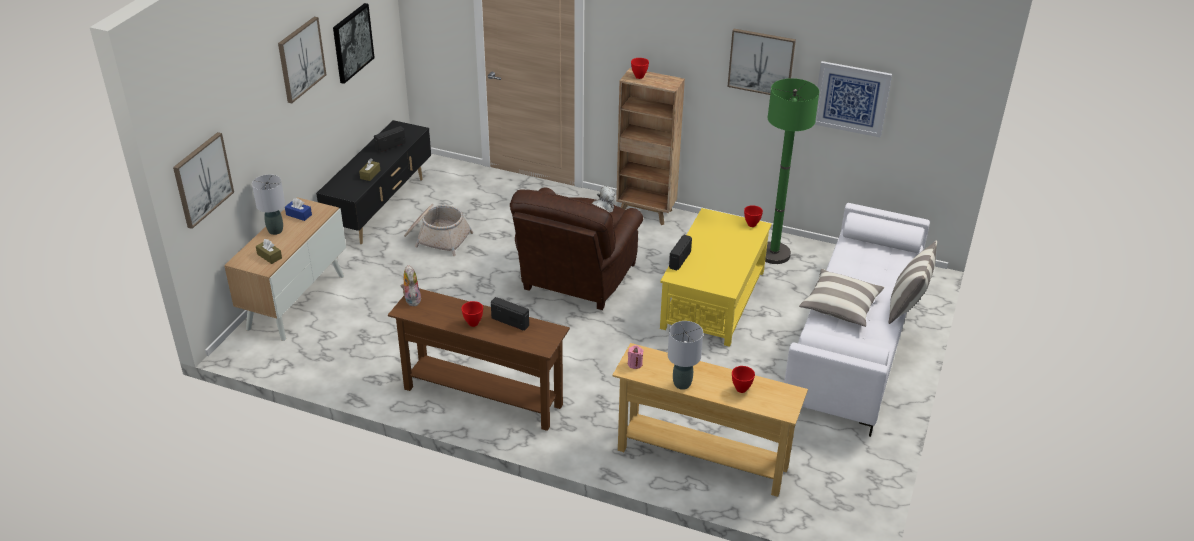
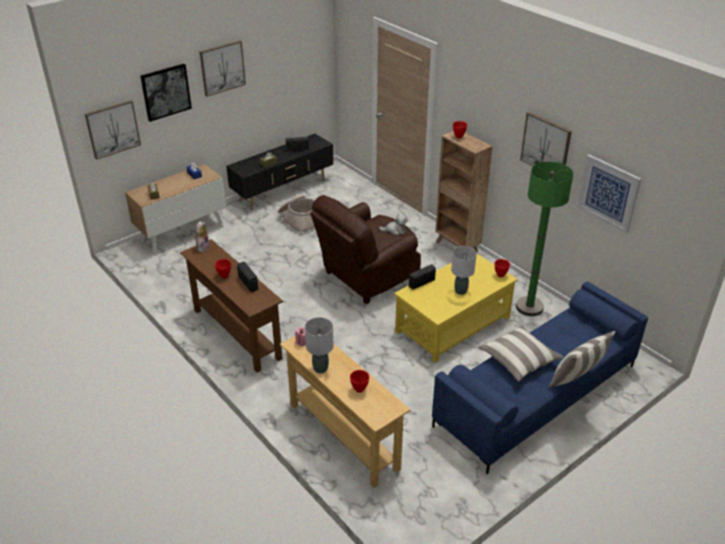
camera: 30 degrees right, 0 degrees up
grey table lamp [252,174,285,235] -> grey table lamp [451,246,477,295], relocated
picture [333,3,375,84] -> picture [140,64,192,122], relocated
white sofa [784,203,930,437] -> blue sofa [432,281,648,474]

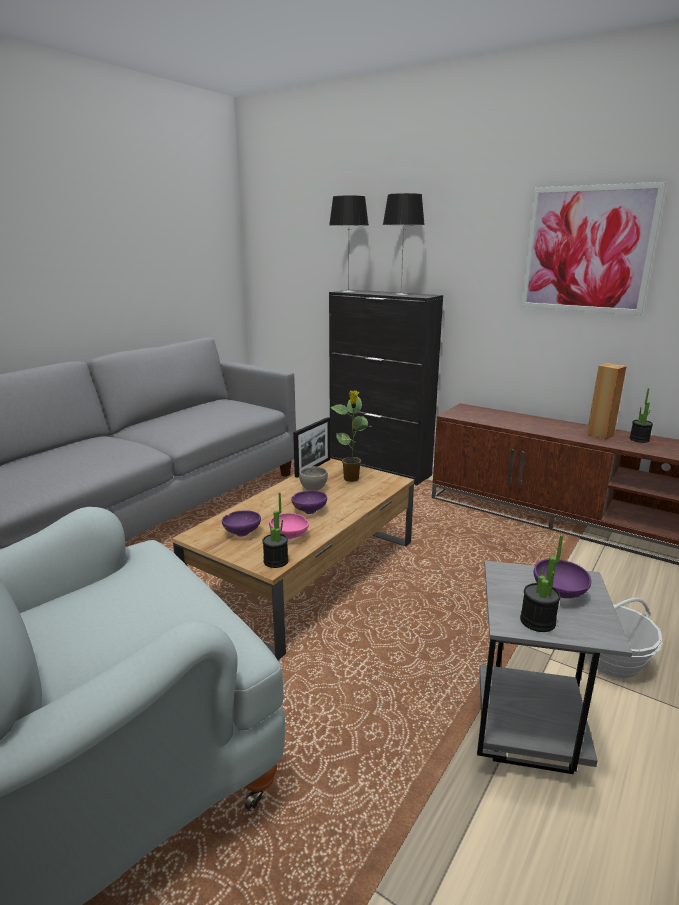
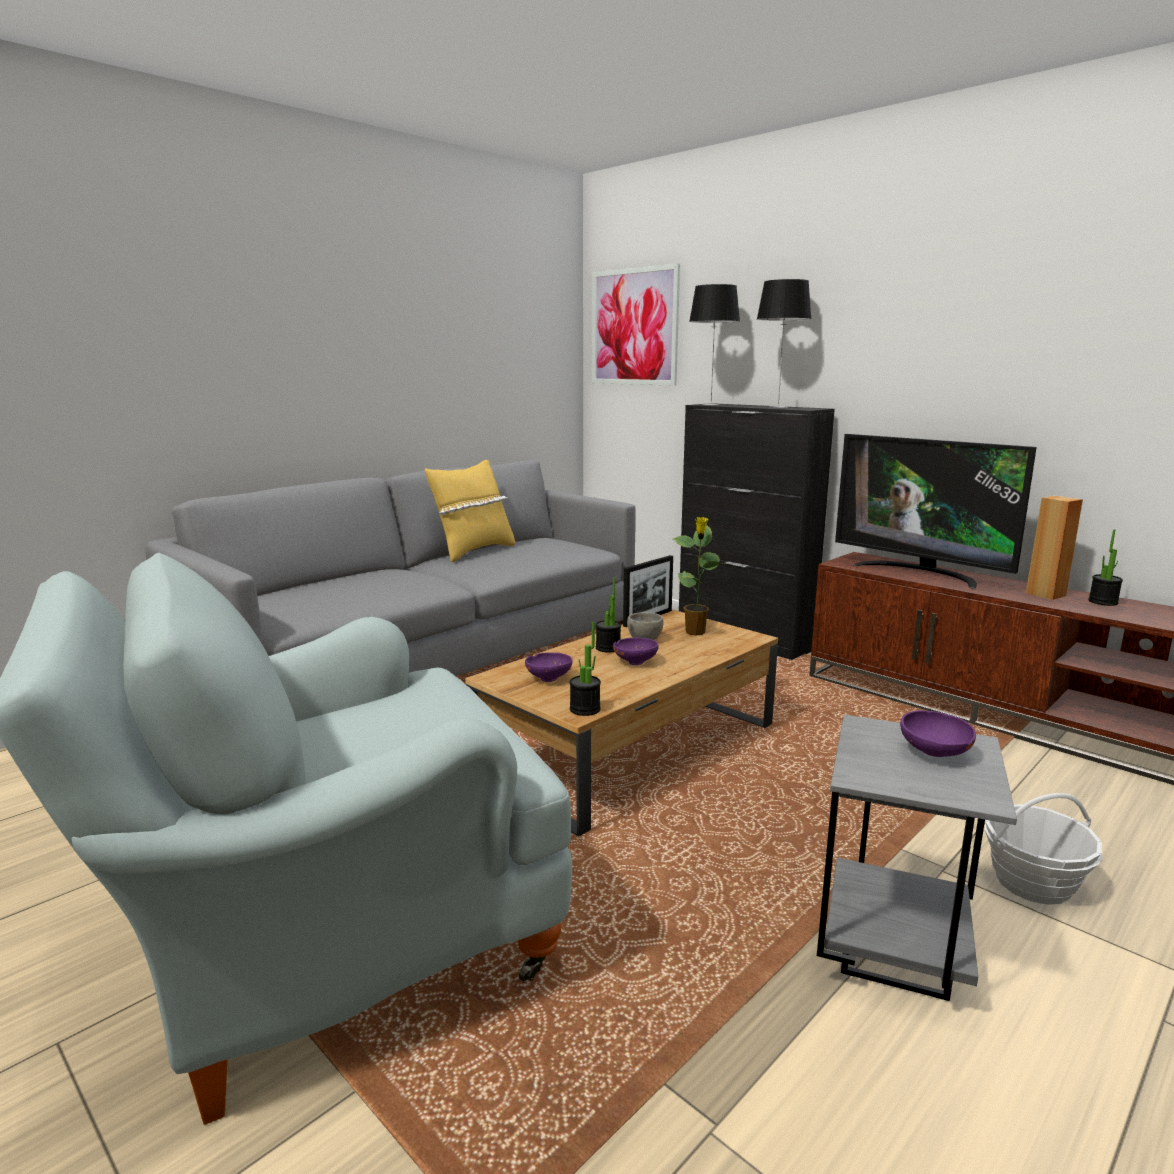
camera: 10 degrees right, 5 degrees down
pink bowl [270,513,309,539] -> none
none -> yellow pillow [425,460,515,563]
none -> television [835,434,1037,589]
potted plant [520,535,563,632] -> potted plant [596,577,621,652], relocated
picture [521,182,666,315] -> picture [592,264,680,386], relocated

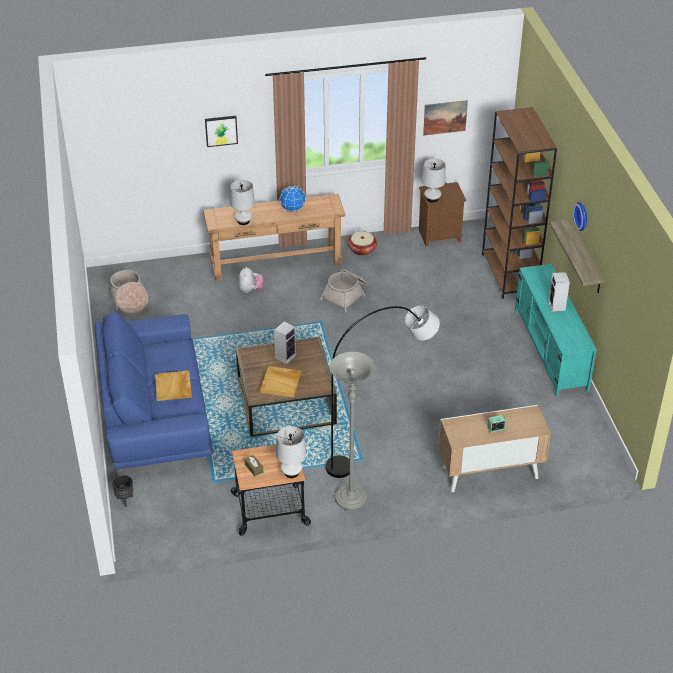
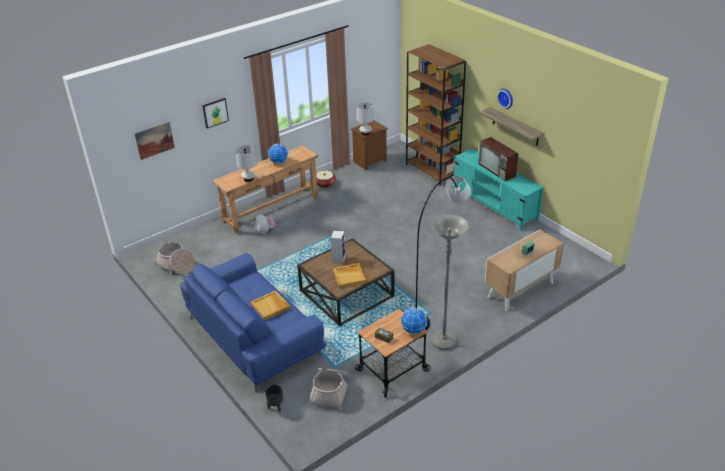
camera: 25 degrees left, 5 degrees down
basket [320,269,369,312] -> basket [309,368,349,411], relocated
picture [423,100,468,136] -> picture [134,122,175,160], relocated
white table lamp [276,426,306,478] -> globe [401,308,427,334]
speaker [548,272,570,312] -> television [478,137,518,181]

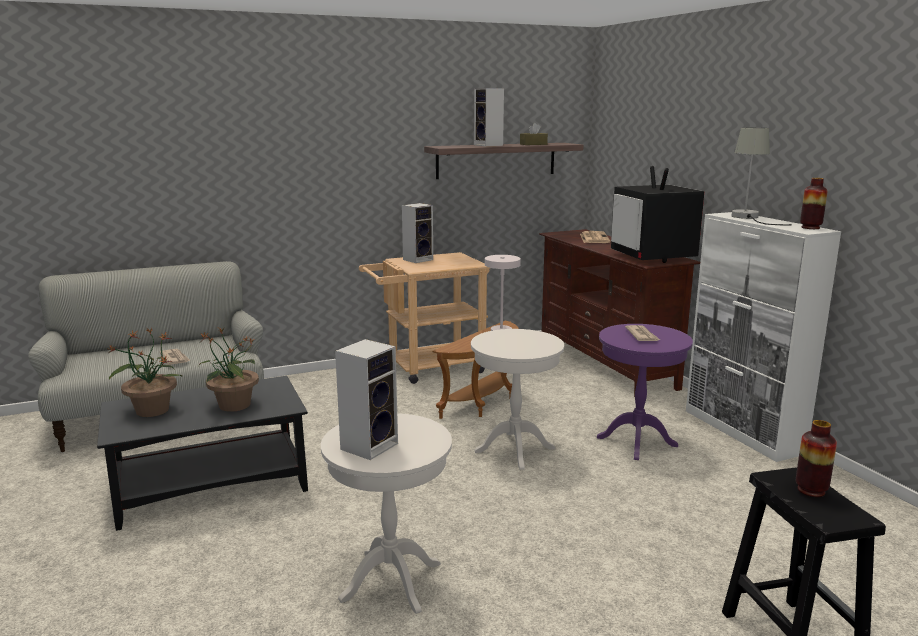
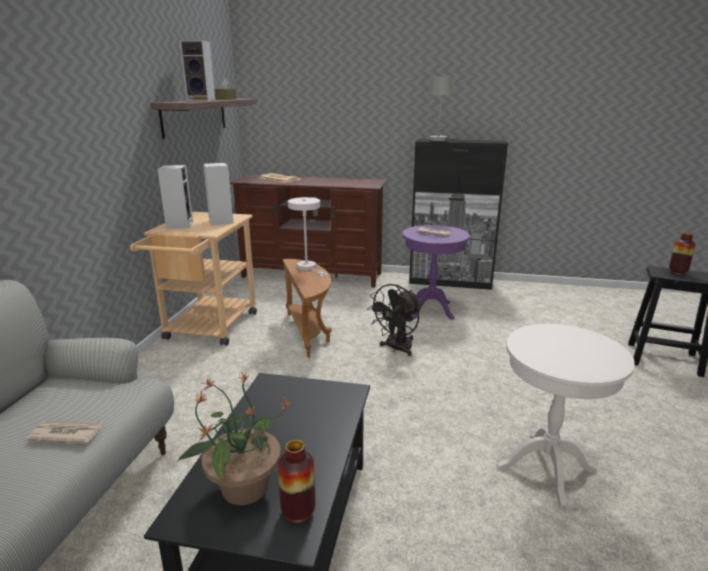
camera: 55 degrees left, 5 degrees up
potted plant [198,328,259,412] -> none
television [611,166,705,263] -> none
speaker [335,339,398,460] -> speaker [203,163,234,225], relocated
vase [800,178,828,229] -> vase [278,440,315,524], relocated
white side table [471,329,564,470] -> black fan [367,284,421,356]
white cabinet [686,212,841,462] -> black cabinet [409,139,508,290]

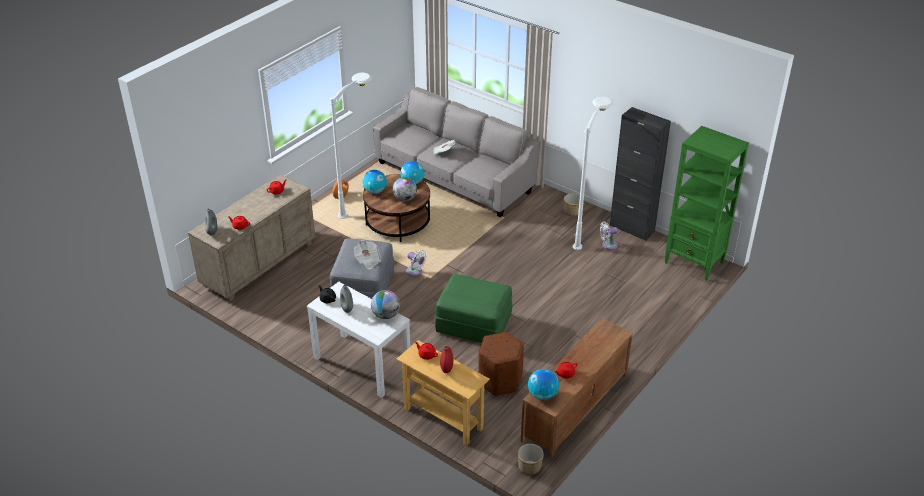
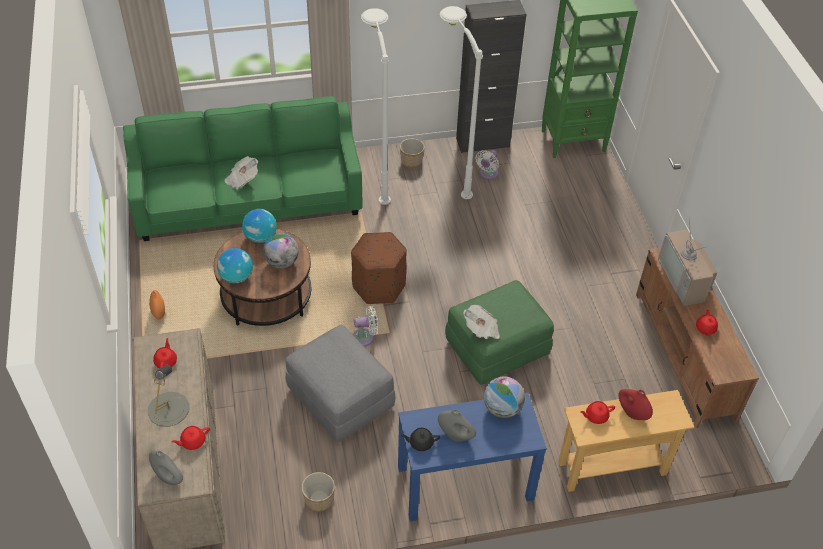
camera: 50 degrees left, 10 degrees up
globe [528,369,559,400] -> none
none -> grey table lamp [148,365,189,427]
none -> television [658,216,717,306]
white floor lamp [330,73,372,219] -> white floor lamp [361,8,391,205], relocated
newspaper [354,240,381,269] -> newspaper [463,305,500,339], relocated
brown ottoman [478,332,524,396] -> brown ottoman [351,232,407,304], relocated
planter [518,444,544,475] -> planter [302,472,335,512], relocated
white console table [307,282,410,398] -> blue console table [398,393,547,521]
grey sofa [373,87,541,217] -> green sofa [123,96,363,241]

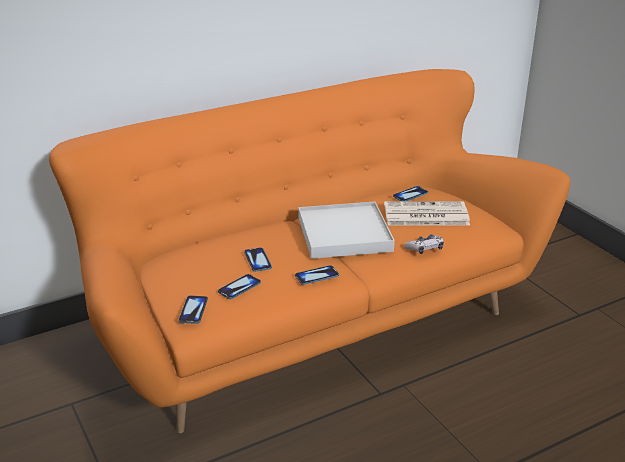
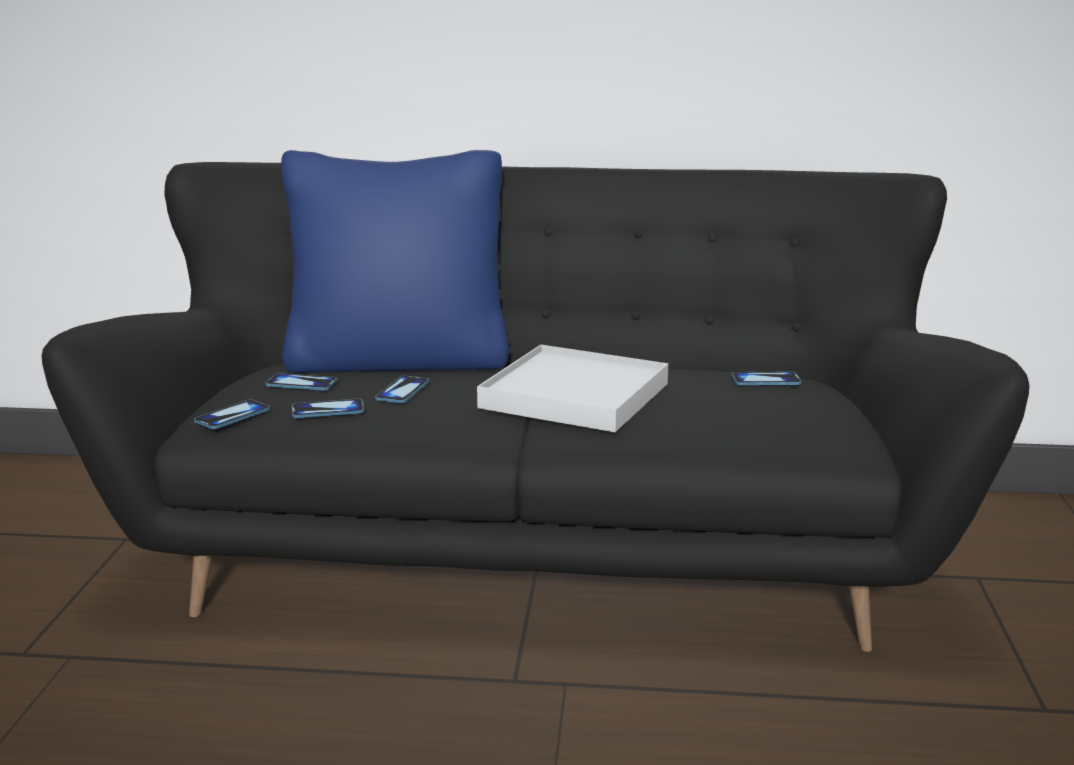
camera: 35 degrees right, 10 degrees down
newspaper [384,201,470,226] -> none
game controller [404,234,444,254] -> none
none -> blue pillow [281,150,509,373]
phone [295,265,339,285] -> phone [265,373,338,391], relocated
orange sofa [49,69,570,433] -> black sofa [42,162,1029,652]

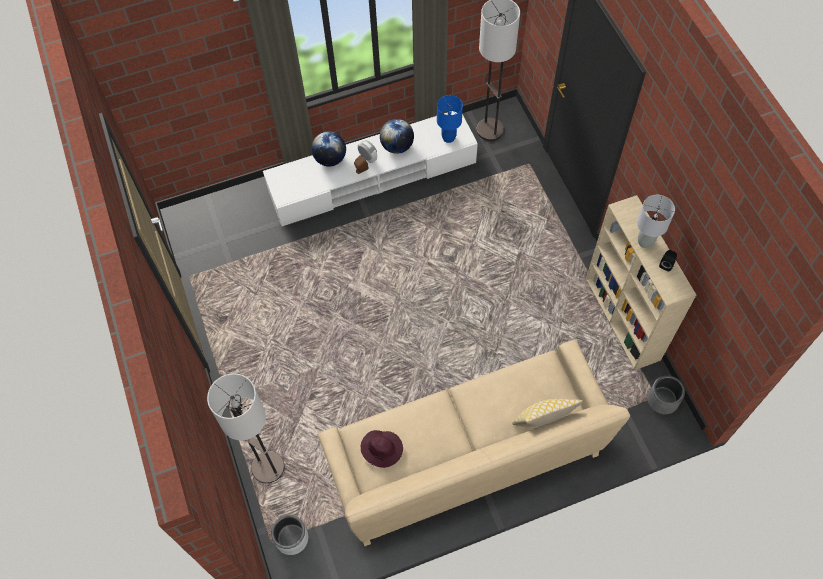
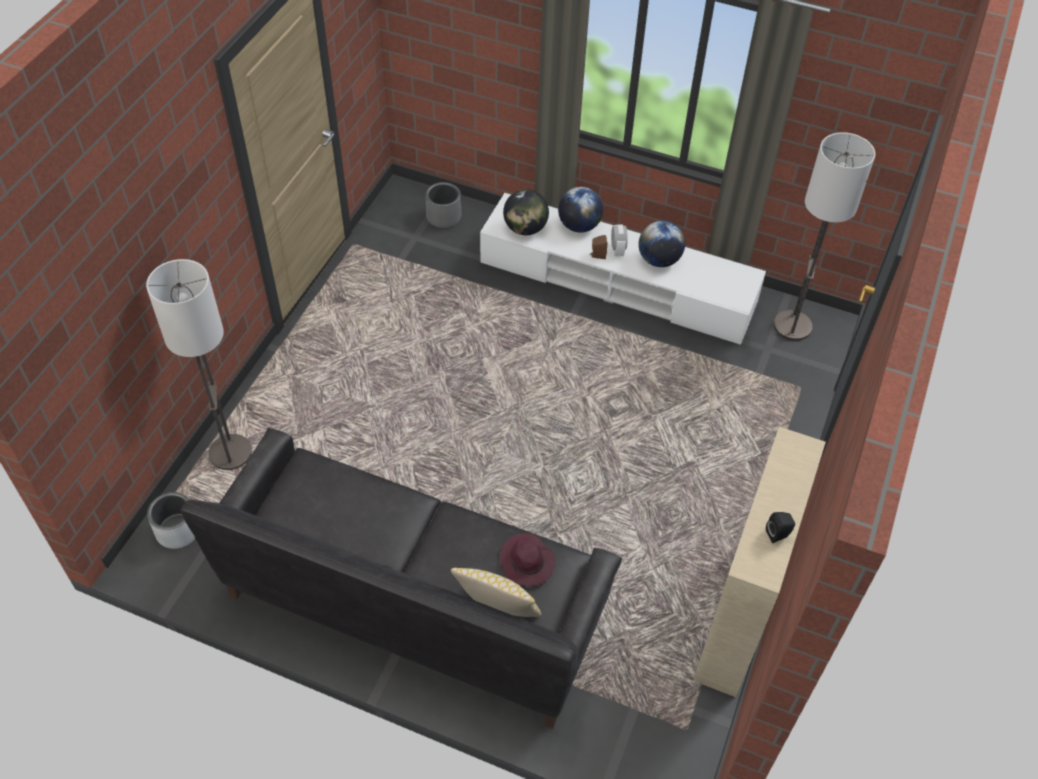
camera: 40 degrees right, 10 degrees down
blue table lamp [437,95,463,143] -> none
grey table lamp [637,195,675,248] -> none
none -> globe [503,189,549,235]
purple hat [361,430,403,468] -> purple hat [500,533,555,586], relocated
grey planter [648,375,685,414] -> grey planter [425,182,462,228], relocated
beige sofa [317,339,630,546] -> black sofa [180,428,622,729]

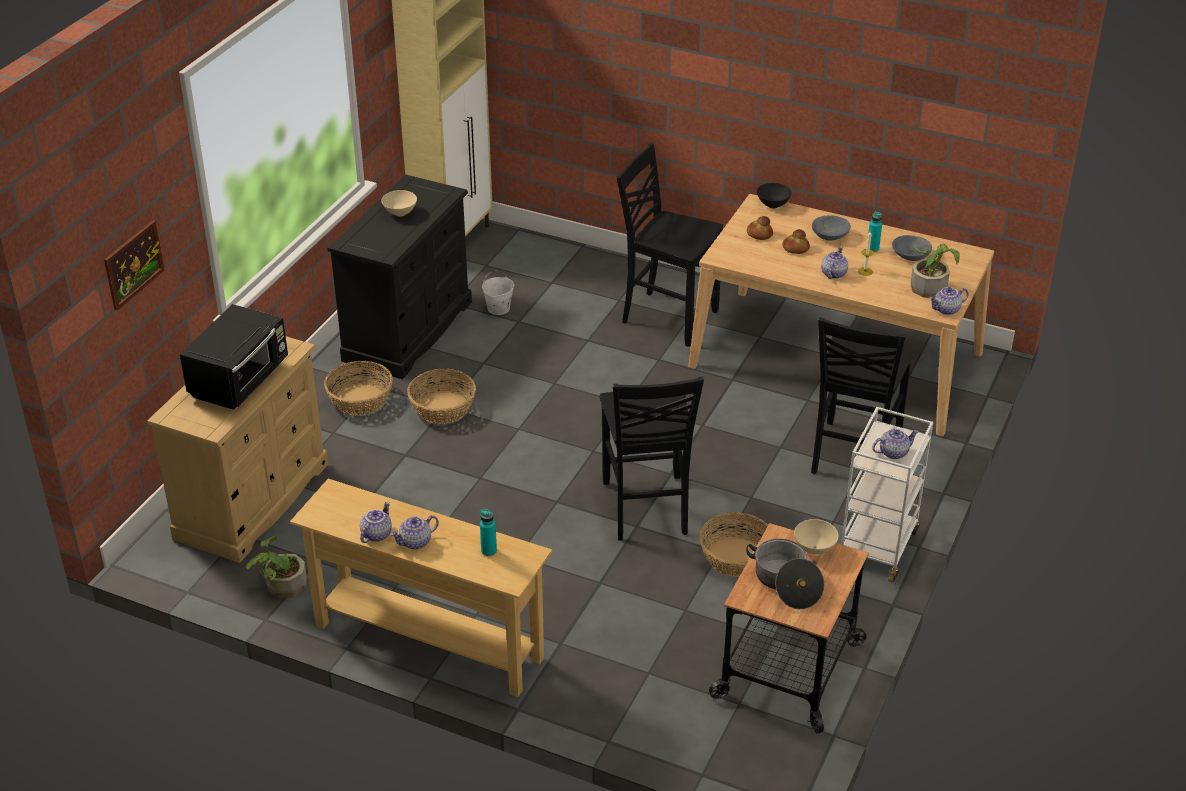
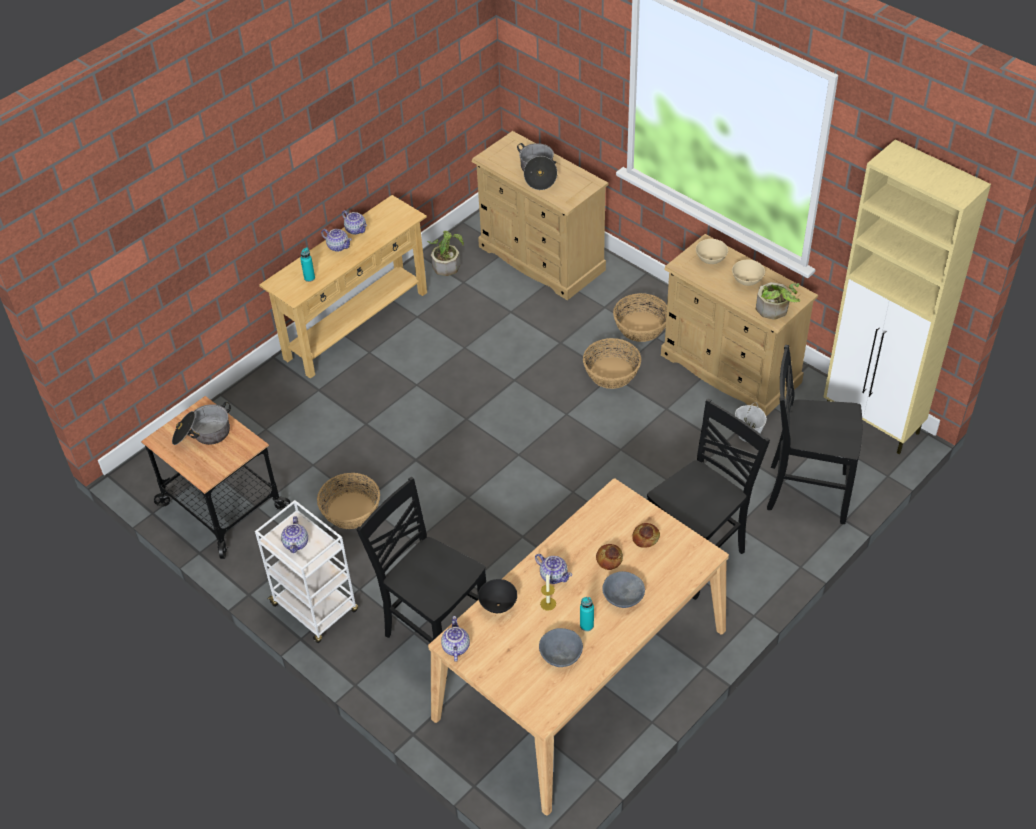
camera: 110 degrees right, 10 degrees up
picture [104,220,165,311] -> none
black chair [600,377,704,541] -> black chair [767,345,862,524], relocated
black bowl [757,183,792,208] -> black bowl [478,579,517,613], relocated
beige bowl [794,519,839,554] -> beige bowl [696,239,728,264], relocated
potted plant [911,244,960,298] -> potted plant [756,282,800,320], relocated
black microwave [180,304,288,410] -> cooking pot [517,143,557,190]
black dresser [328,175,472,379] -> beige dresser [661,234,818,416]
teapot [390,515,439,550] -> teapot [321,229,352,252], 135 degrees clockwise

